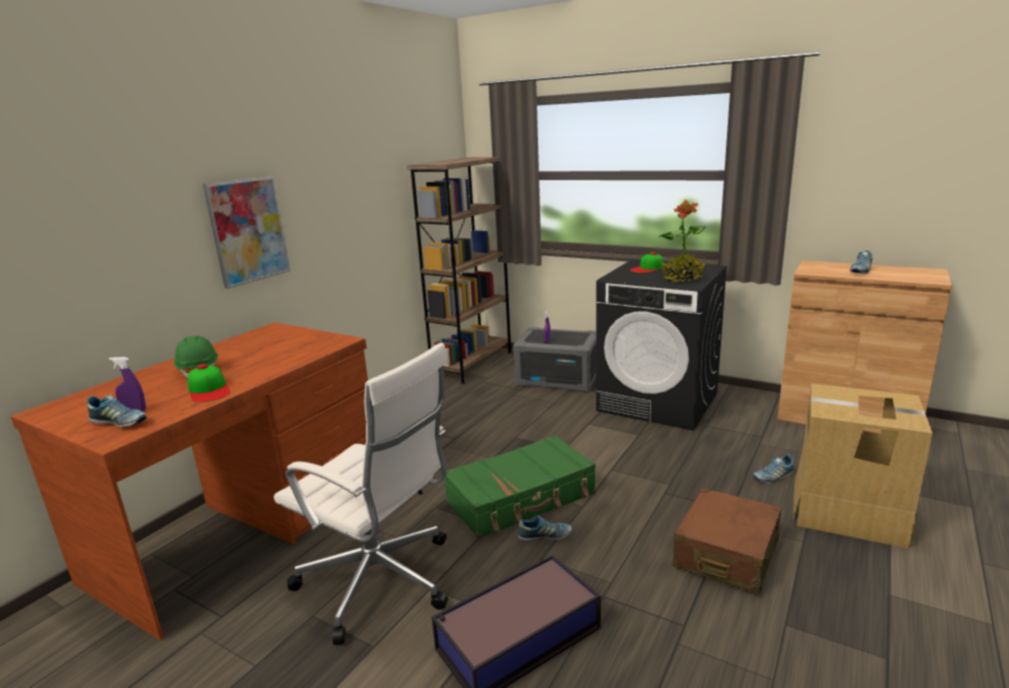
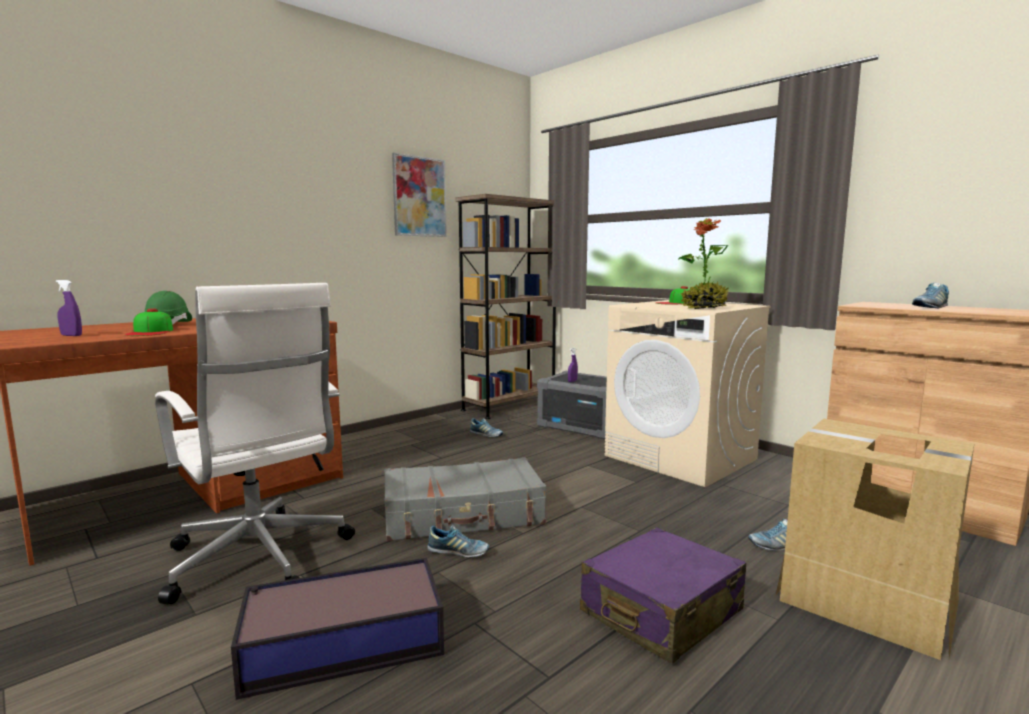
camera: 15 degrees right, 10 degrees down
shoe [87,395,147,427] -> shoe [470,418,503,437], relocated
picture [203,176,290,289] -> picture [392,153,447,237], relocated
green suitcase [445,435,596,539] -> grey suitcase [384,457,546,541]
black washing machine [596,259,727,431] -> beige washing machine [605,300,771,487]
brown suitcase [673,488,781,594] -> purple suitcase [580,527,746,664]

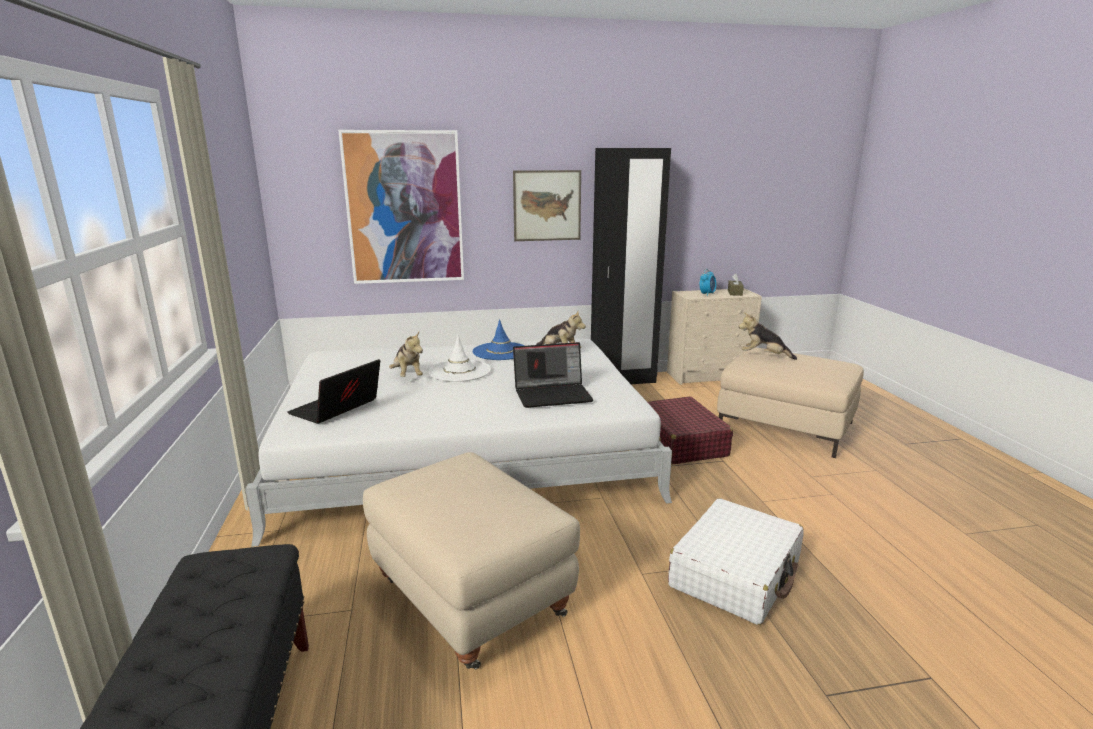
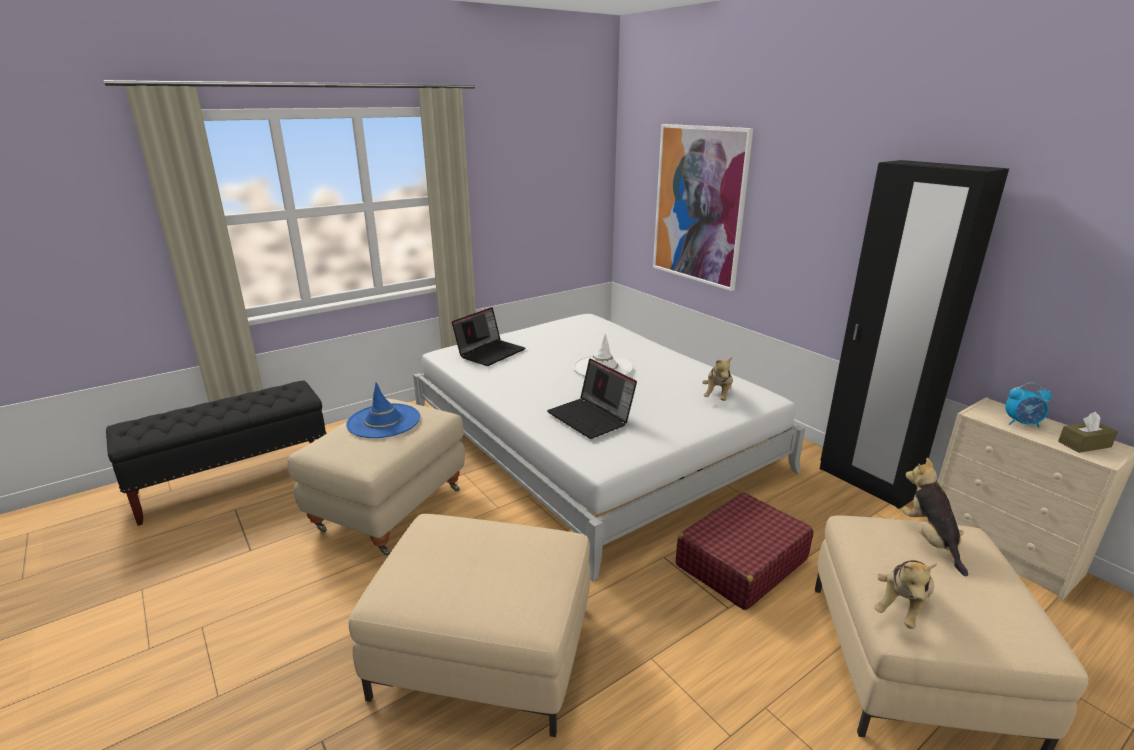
camera: 65 degrees right, 5 degrees up
picture [513,170,581,241] -> none
plush toy [389,332,423,377] -> plush toy [875,560,937,629], relocated
blue hat [472,319,525,360] -> blue hat [346,382,420,438], relocated
white suitcase [668,498,804,625] -> beige ottoman [349,514,590,737]
laptop [287,359,380,424] -> laptop [452,307,525,366], 120 degrees clockwise

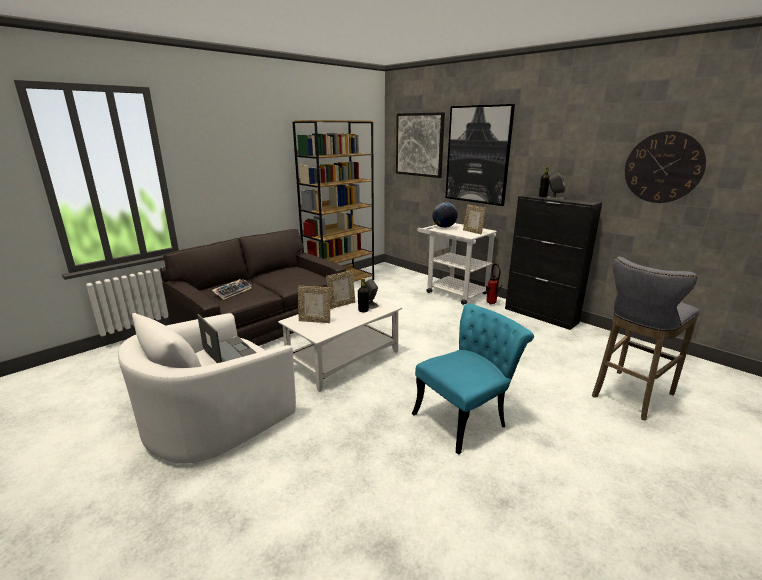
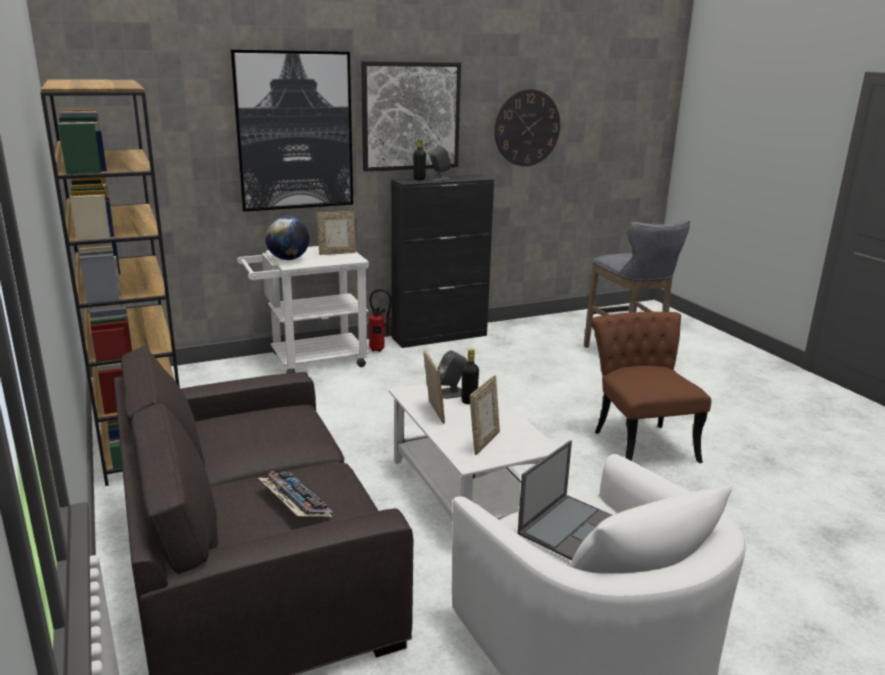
camera: 70 degrees left, 0 degrees up
picture [396,112,445,178] -> picture [361,61,461,172], relocated
turquoise chair [412,303,534,455] -> brown chair [591,312,711,463]
laptop [197,314,256,363] -> laptop [518,440,612,560], 150 degrees clockwise

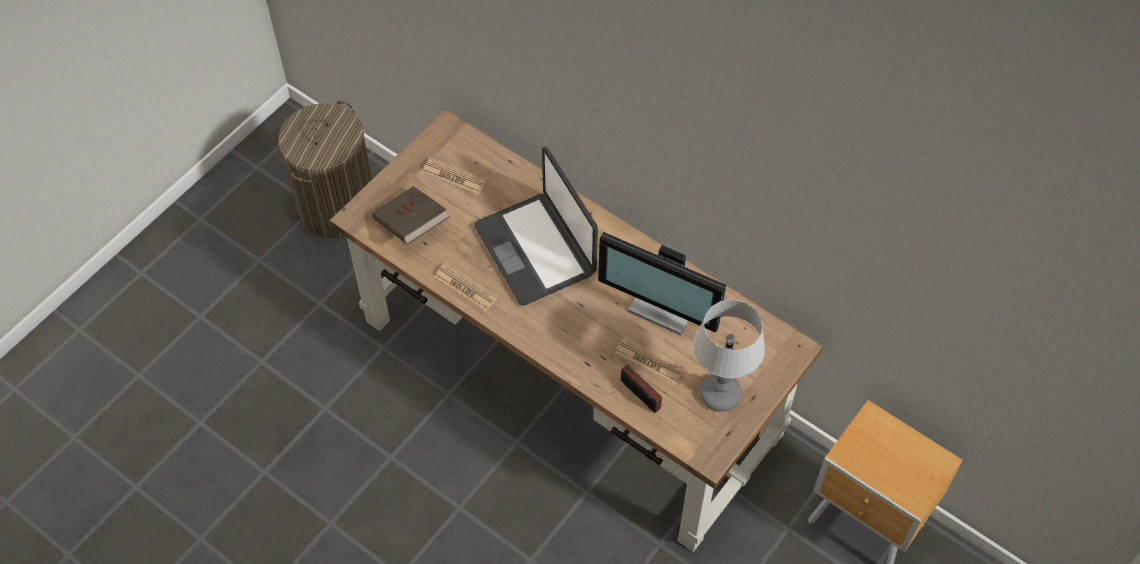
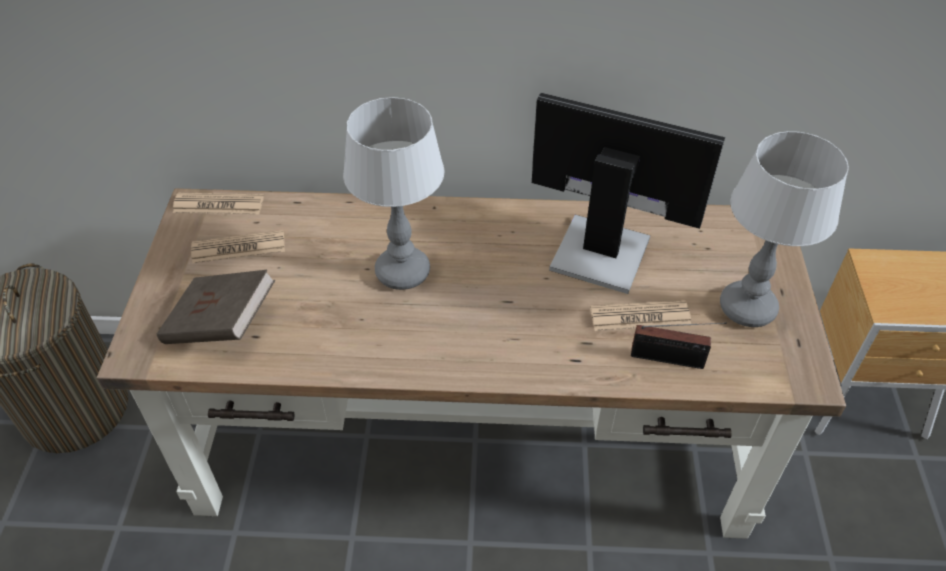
camera: 35 degrees left, 10 degrees down
newspaper [434,263,498,311] -> newspaper [173,192,264,214], relocated
laptop [474,147,598,305] -> table lamp [343,97,445,290]
monitor [598,232,726,335] -> monitor [532,93,725,294], 150 degrees counterclockwise

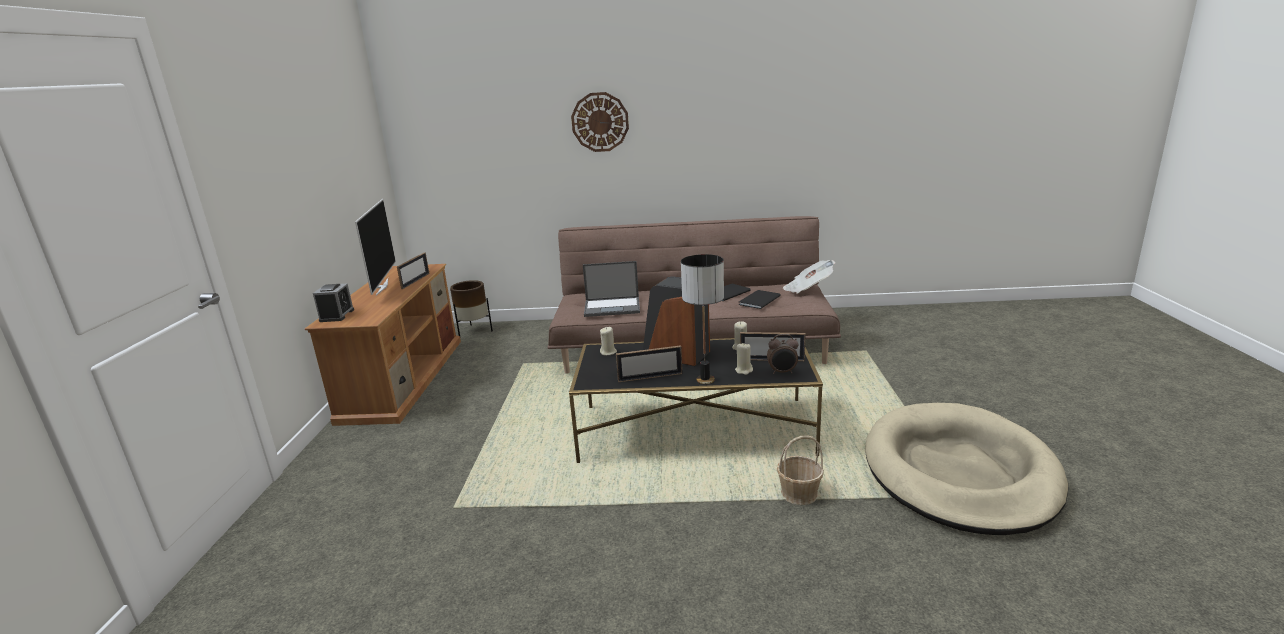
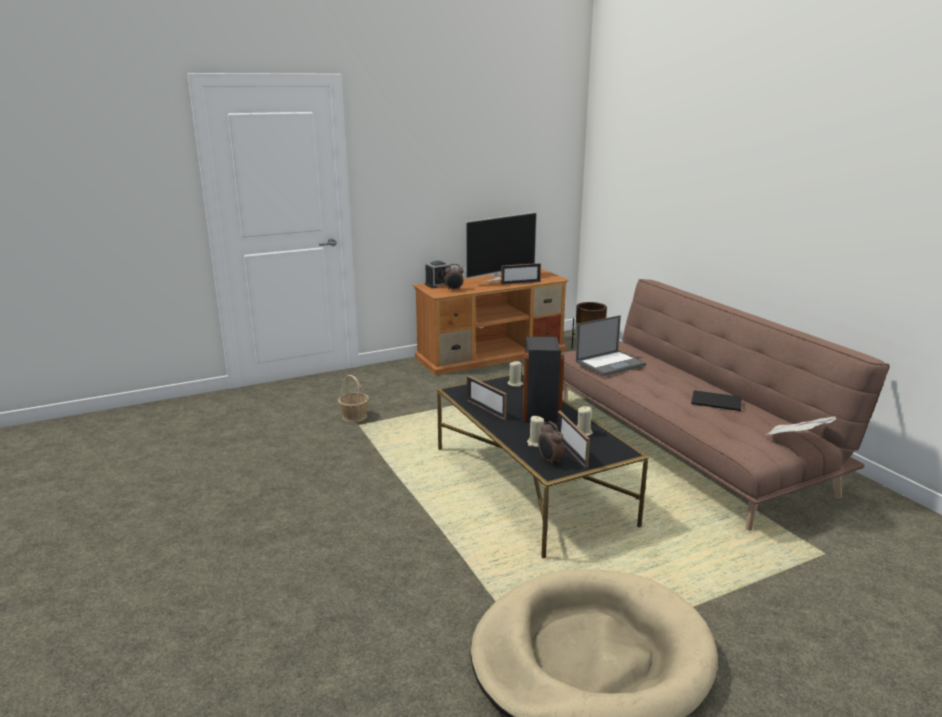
camera: 60 degrees right, 0 degrees up
wall clock [571,92,629,152] -> none
table lamp [681,254,724,384] -> none
black book [739,290,781,309] -> none
none -> alarm clock [444,264,464,291]
basket [777,435,824,505] -> basket [338,375,369,422], relocated
laptop [583,261,640,317] -> laptop [576,315,646,376], 90 degrees counterclockwise

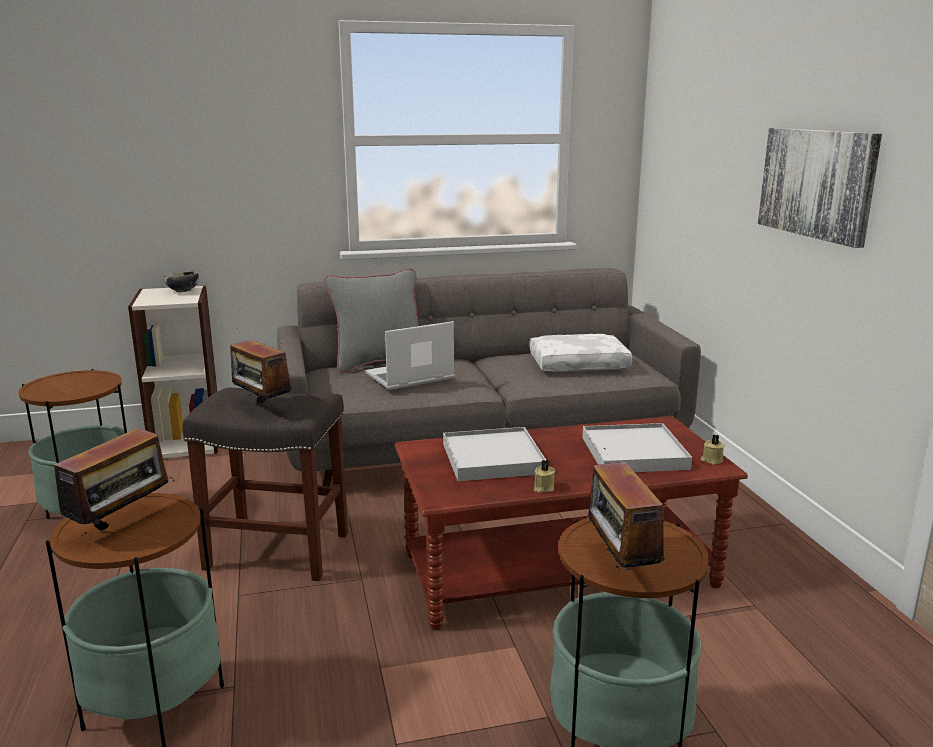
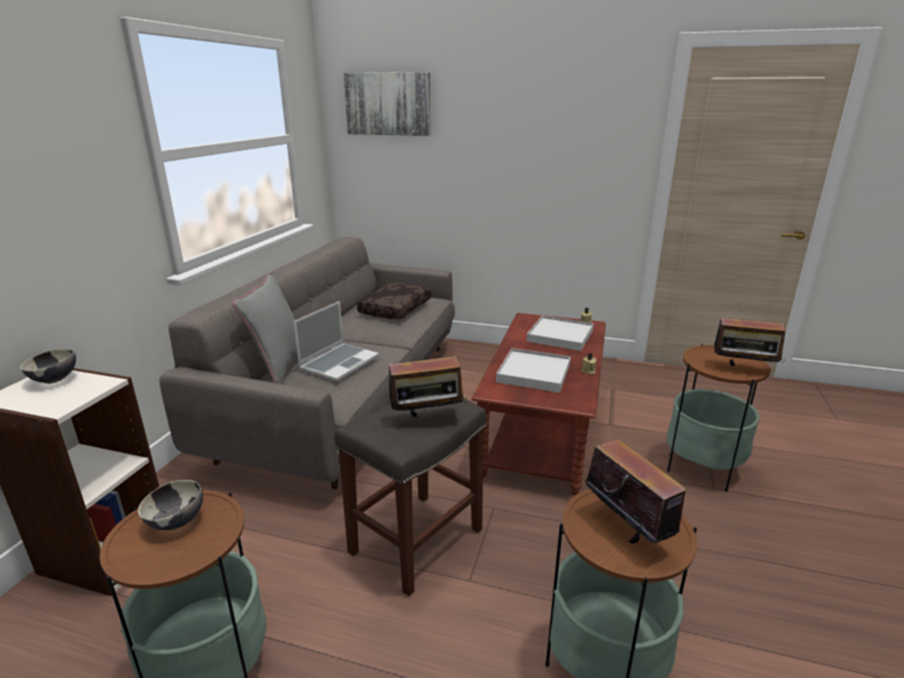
camera: 60 degrees left, 5 degrees up
none -> bowl [138,480,203,530]
picture [758,128,882,248] -> picture [343,72,431,136], relocated
white pillow [529,334,632,372] -> brown pillow [357,283,431,319]
laptop [365,321,455,390] -> laptop [293,301,379,381], 150 degrees counterclockwise

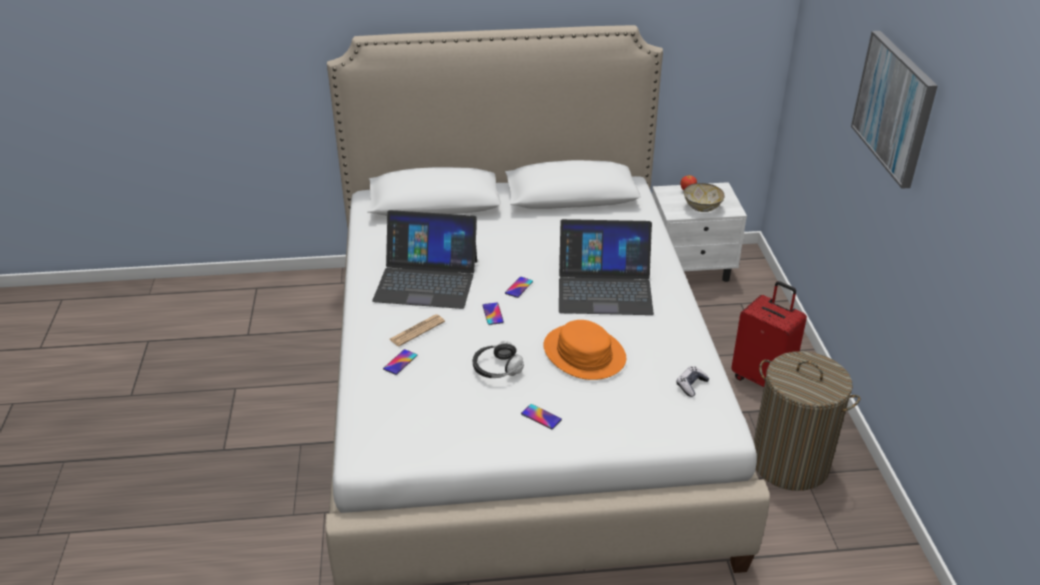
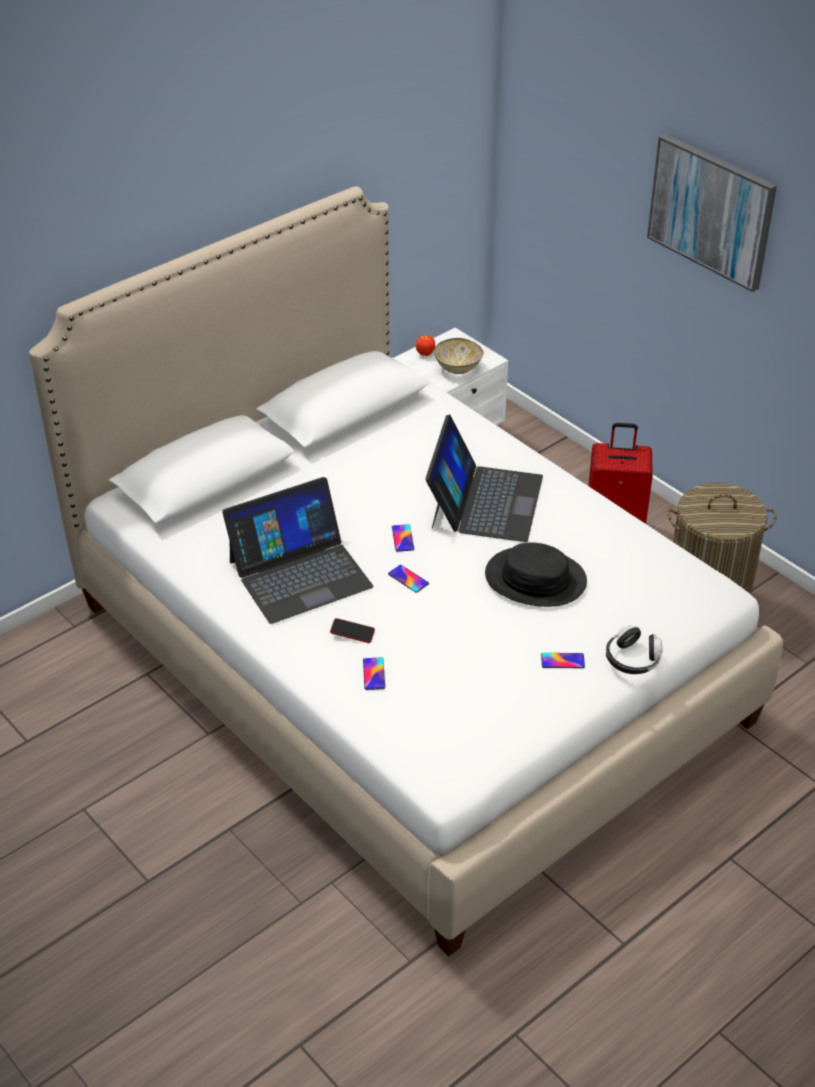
camera: 35 degrees left, 5 degrees up
game controller [676,366,709,397] -> none
headphones [473,341,524,378] -> headphones [606,625,663,674], relocated
newspaper [389,314,445,347] -> phone [330,618,375,643]
orange hat [543,320,626,380] -> black hat [485,542,587,607]
laptop [559,219,654,315] -> laptop [426,415,543,542], 45 degrees counterclockwise

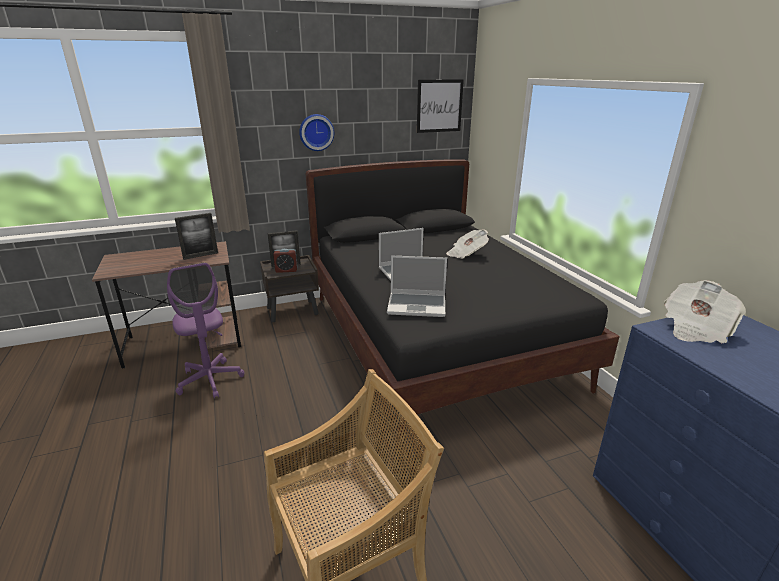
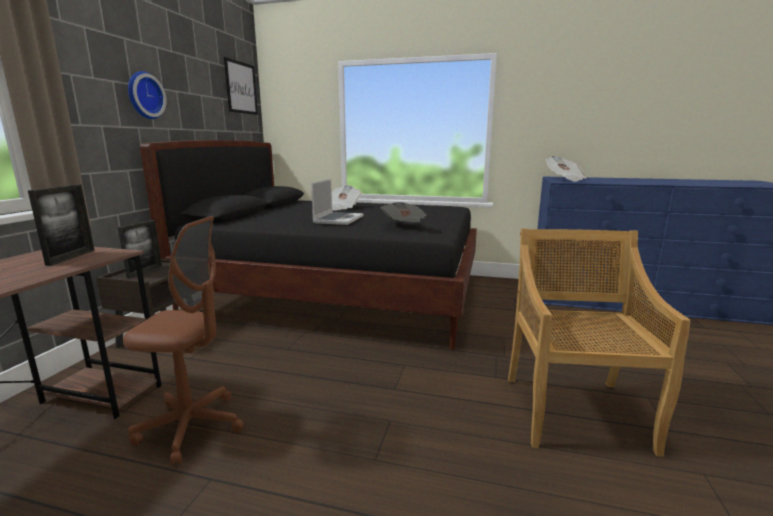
camera: 55 degrees left, 10 degrees down
alarm clock [273,249,297,273] -> none
laptop [387,256,447,317] -> newspaper [380,202,427,222]
purple office chair [167,263,244,399] -> brown office chair [123,216,244,465]

